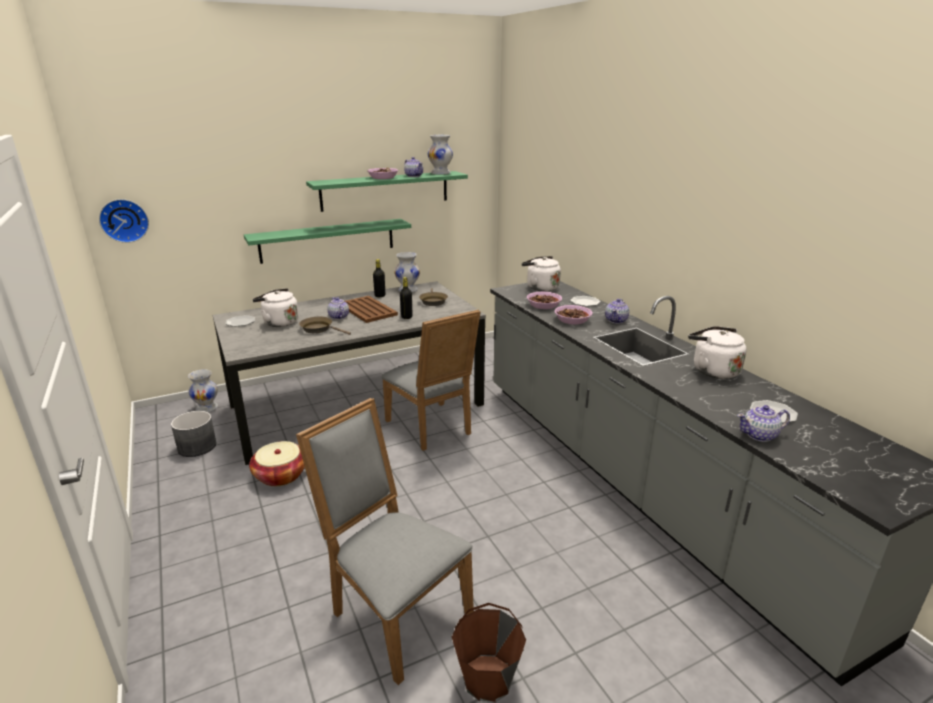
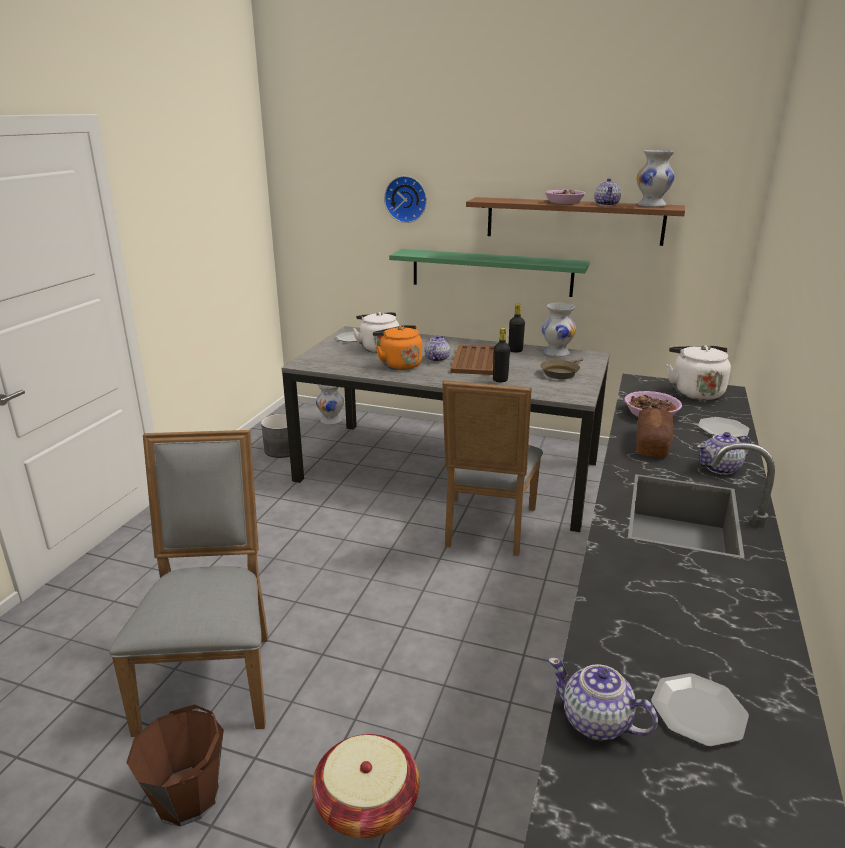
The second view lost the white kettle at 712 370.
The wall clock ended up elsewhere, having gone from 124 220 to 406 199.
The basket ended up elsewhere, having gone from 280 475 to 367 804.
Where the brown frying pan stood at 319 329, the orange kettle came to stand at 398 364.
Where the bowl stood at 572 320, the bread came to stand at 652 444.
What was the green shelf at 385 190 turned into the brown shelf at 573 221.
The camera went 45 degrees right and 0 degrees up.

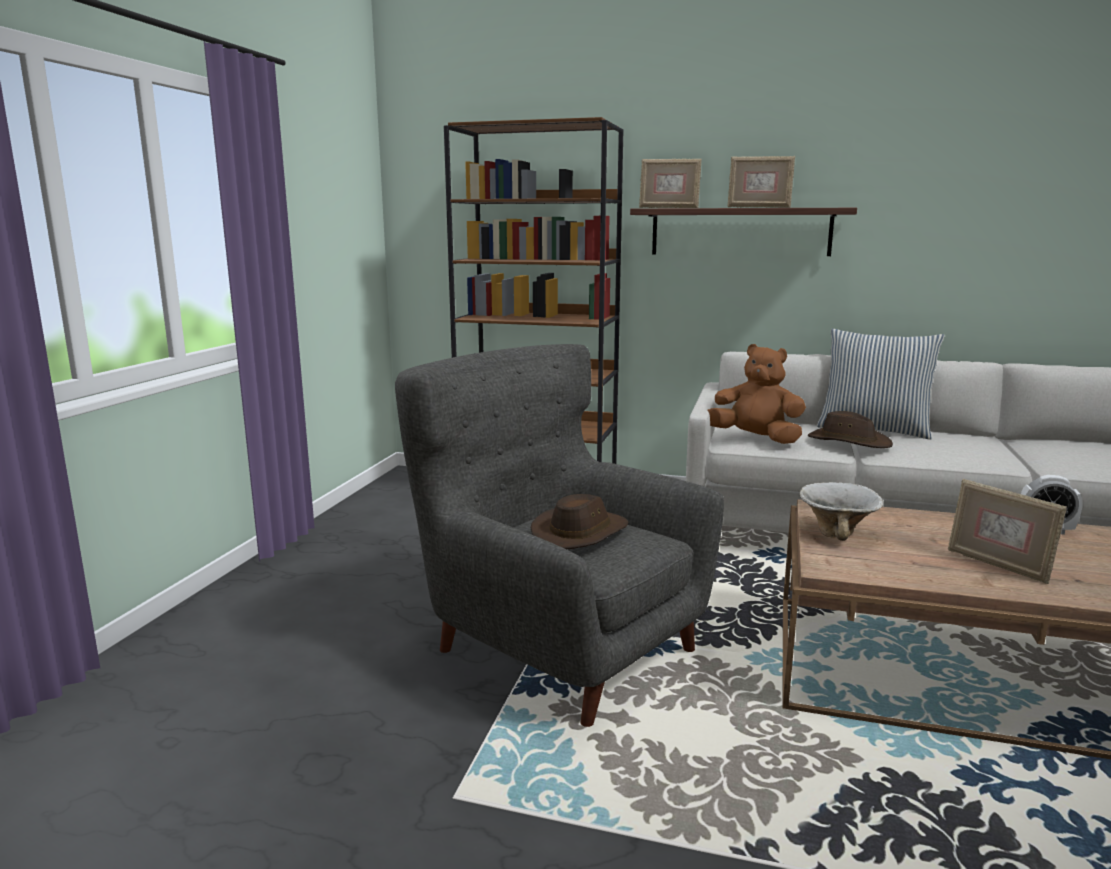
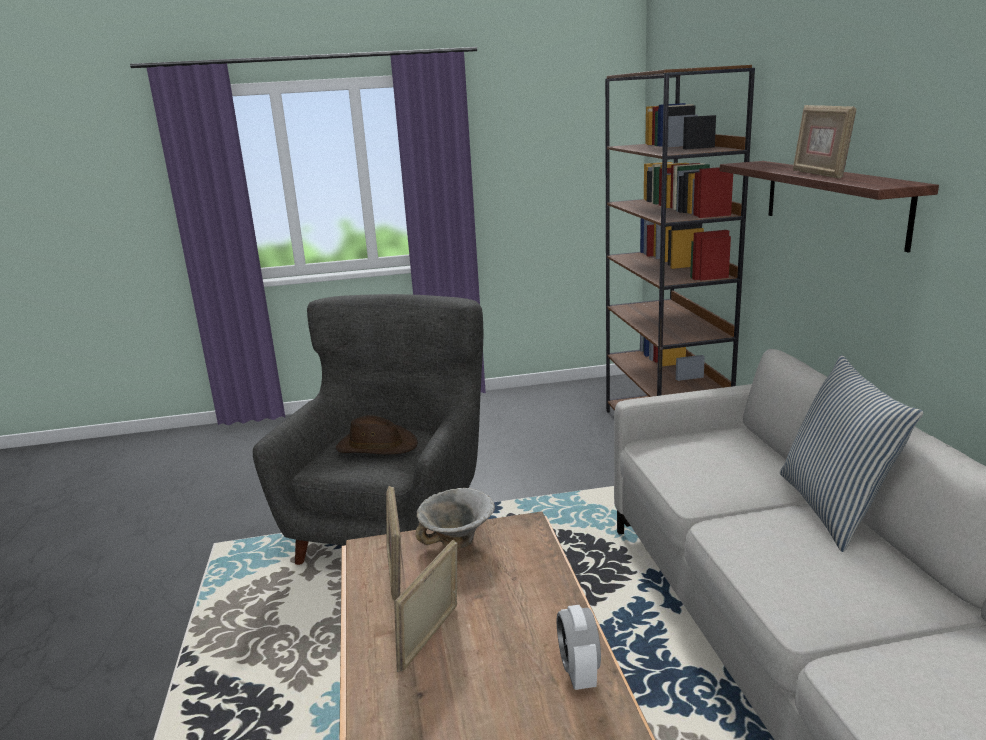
The second view lost the brown plush toy at 755 439.
The second view lost the brown hat at 848 441.
The picture frame ended up elsewhere, having gone from 668 208 to 397 573.
The camera went 65 degrees right and 5 degrees up.

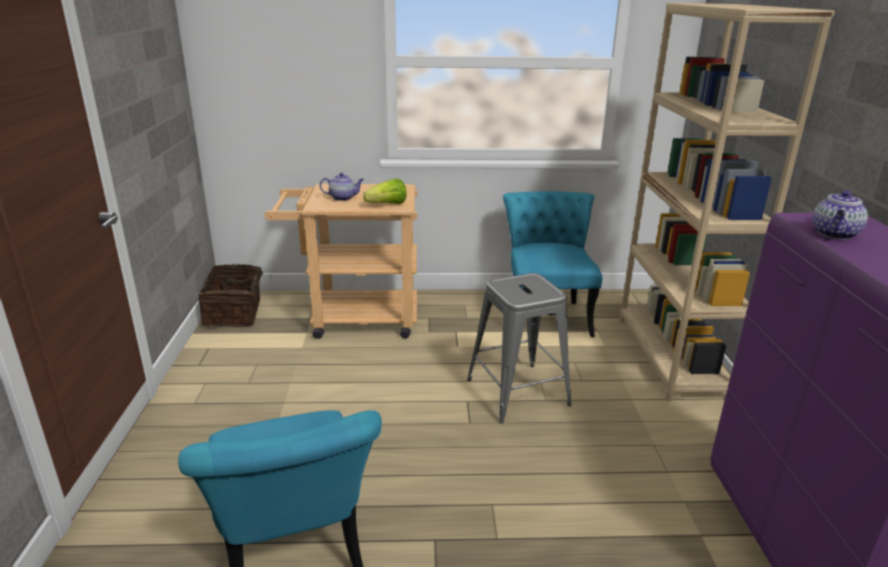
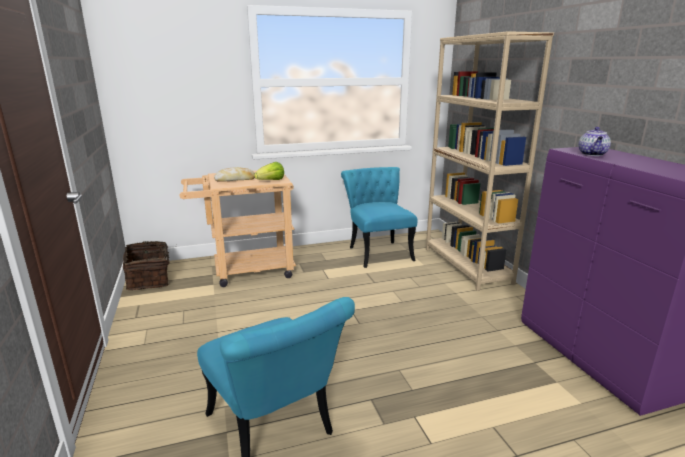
The second view lost the grey stool at 518 392.
Where the teapot stood at 343 198, the bread came to stand at 235 179.
The camera went 15 degrees left and 5 degrees down.

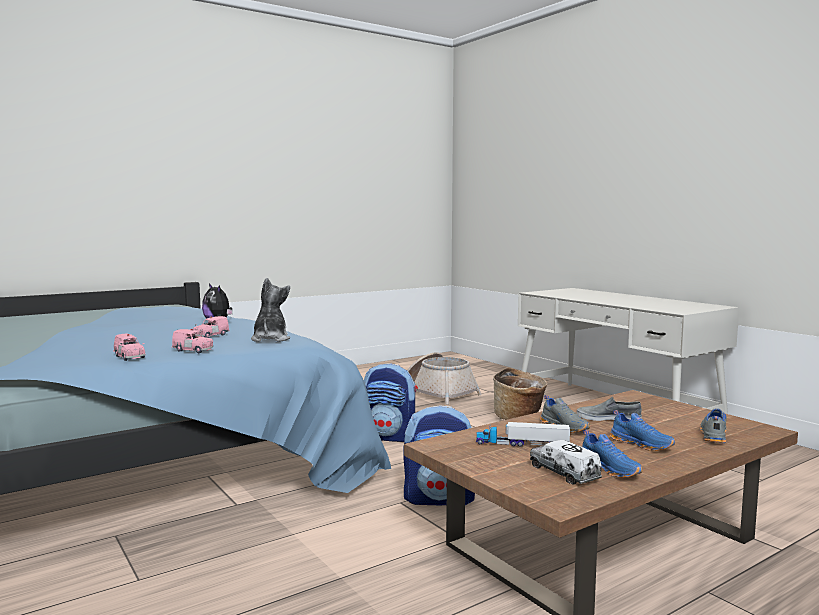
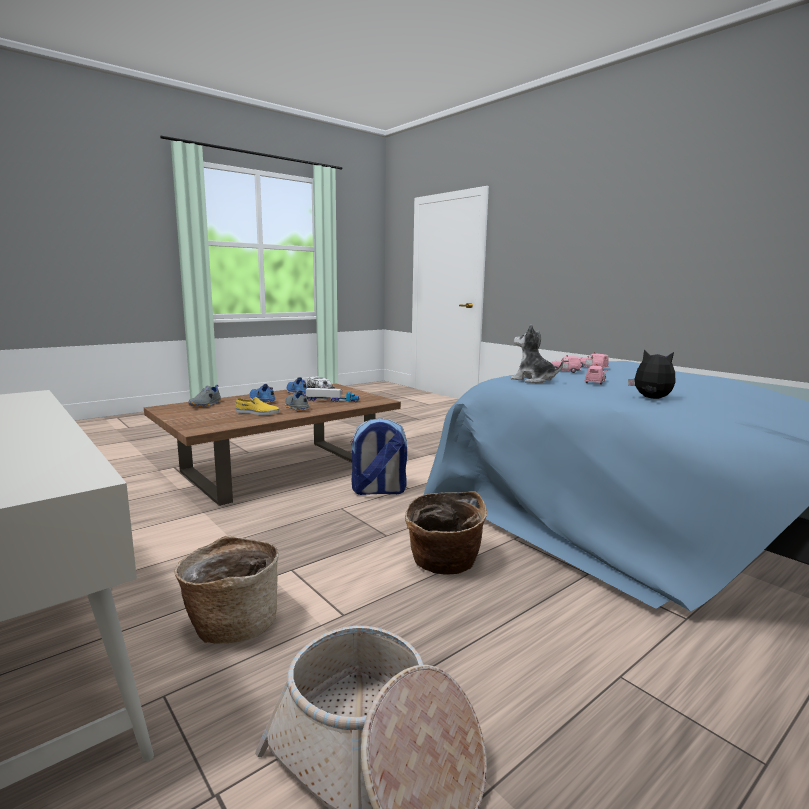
Where the backpack stood at 390 437, the basket came to stand at 443 565.
What was the grey shoe at 608 418 turned into the yellow shoe at 257 413.
The plush toy at 270 339 ended up facing another way, 135 degrees clockwise from before.
The camera went 175 degrees right and 5 degrees up.

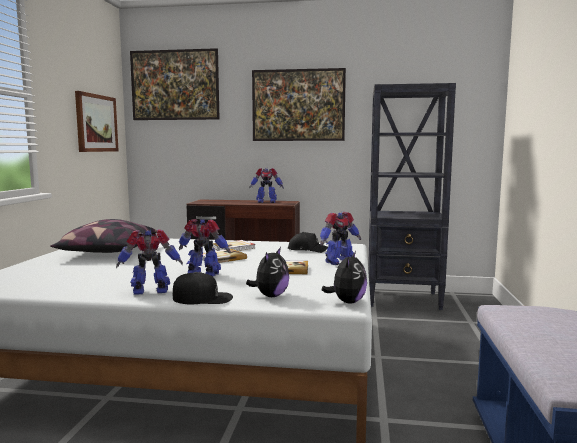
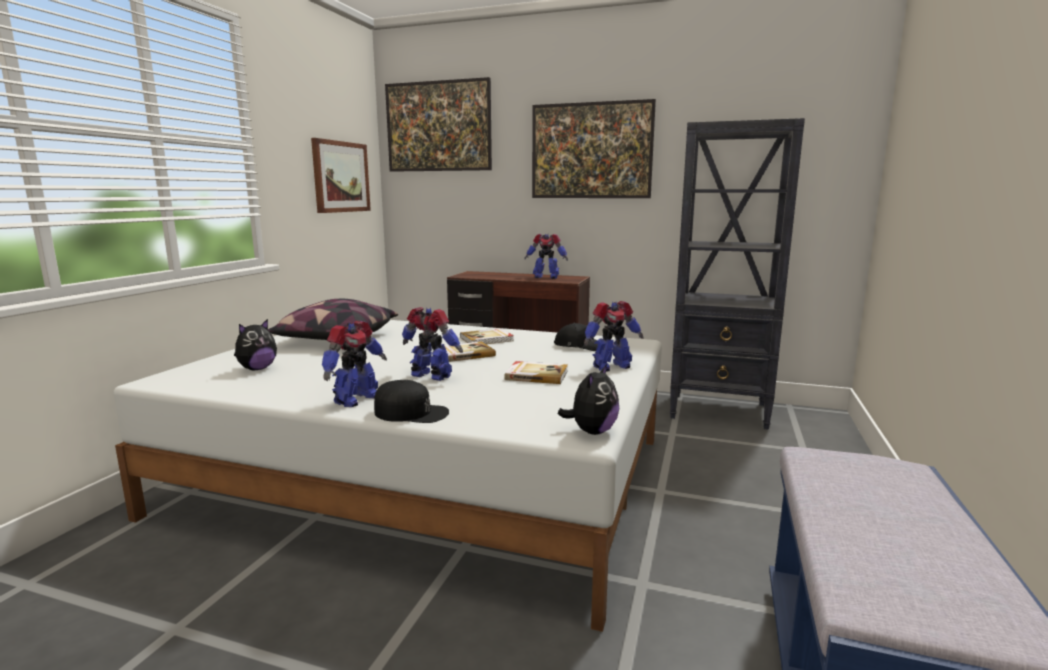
The plush toy ended up elsewhere, having gone from 270 296 to 257 369.
The toy robot at 151 292 ended up facing another way, 120 degrees clockwise from before.
The camera went 10 degrees right and 5 degrees up.

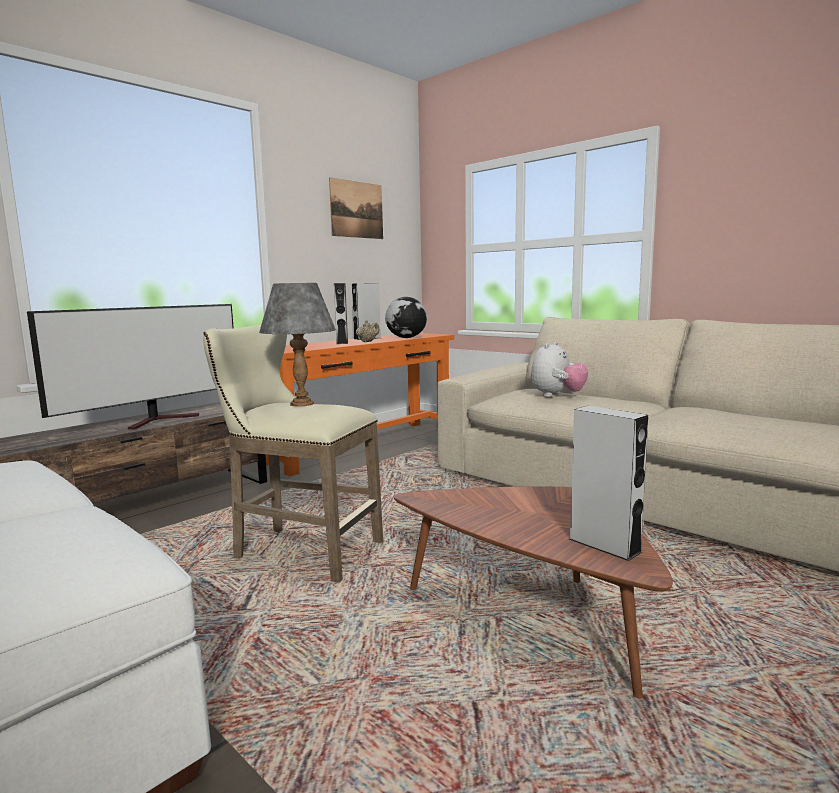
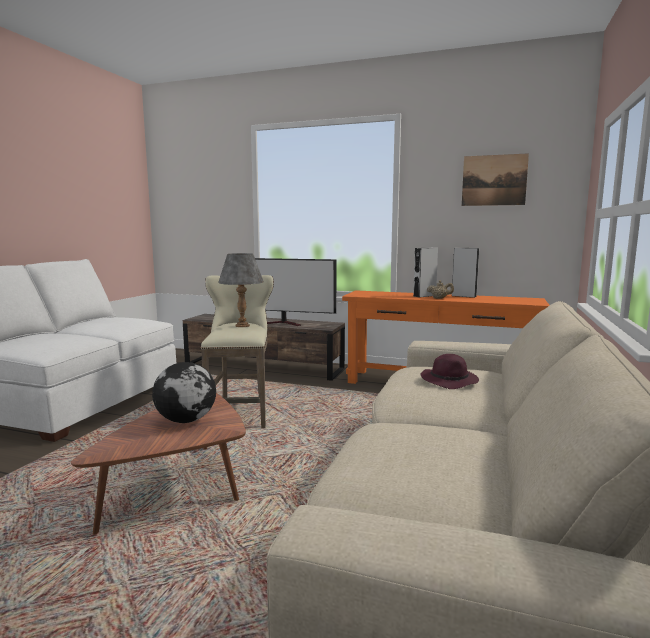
The second view lost the grey speaker at 604 545.
The globe ended up elsewhere, having gone from 406 338 to 187 420.
Where the plush toy stood at 557 396, the purple hat came to stand at 450 381.
The camera went 65 degrees right and 0 degrees up.

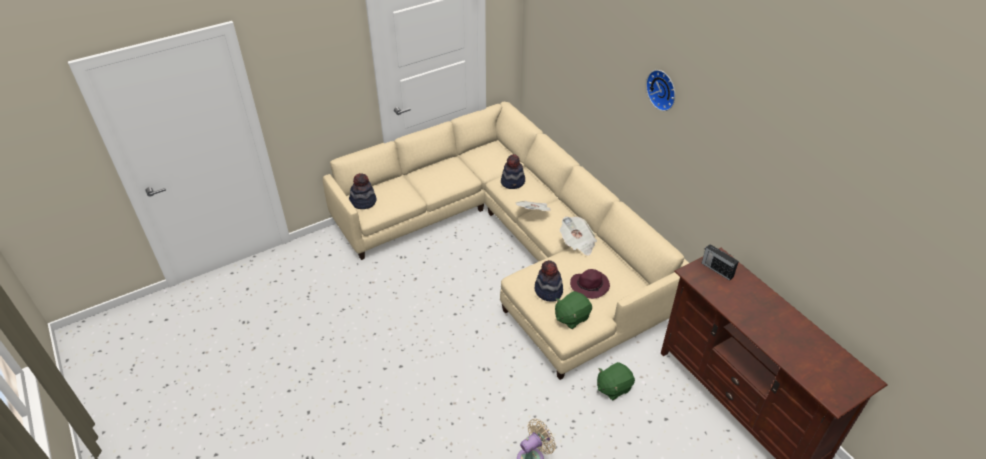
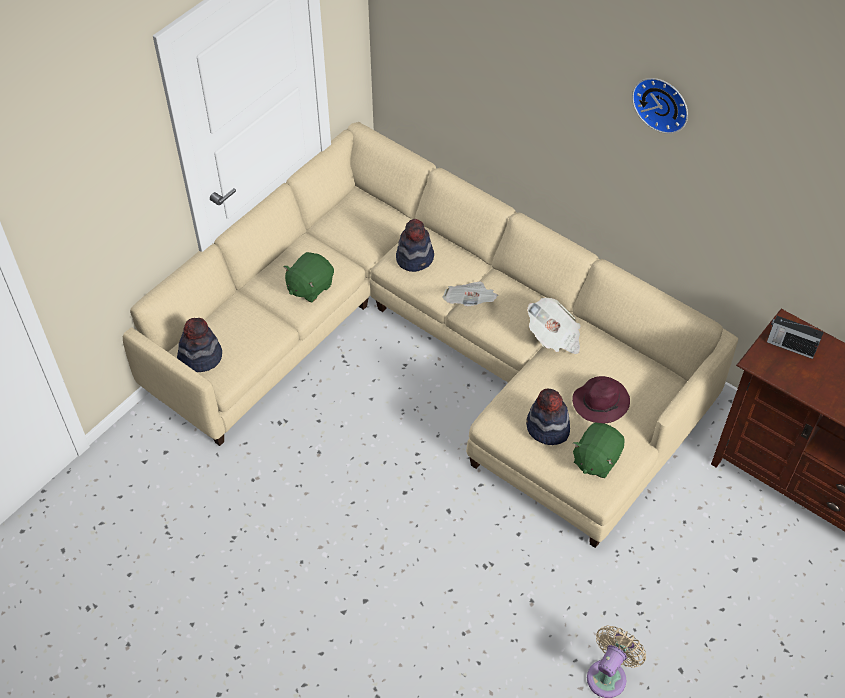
The green plush toy ended up elsewhere, having gone from 613 387 to 309 287.
The camera went 20 degrees left and 10 degrees up.

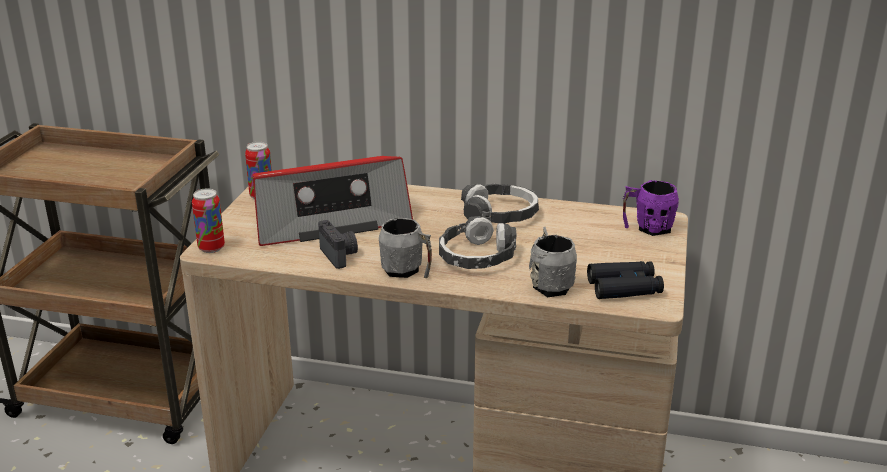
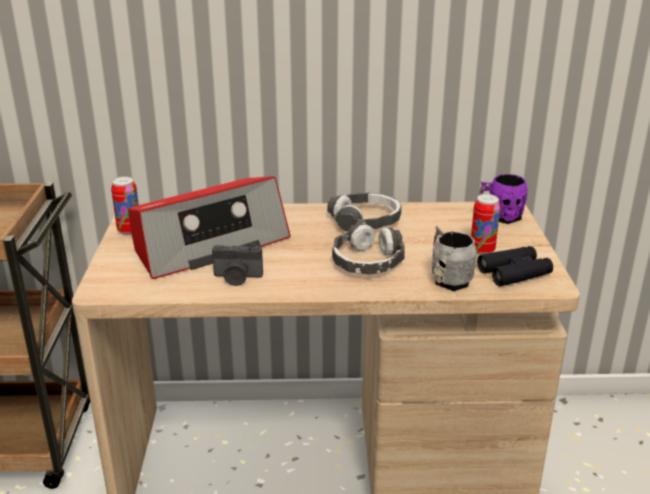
The second view lost the grey mug at 407 271.
The can ended up elsewhere, having gone from 211 248 to 482 250.
The photo camera at 340 255 ended up facing another way, 135 degrees clockwise from before.
The camera went 15 degrees left and 0 degrees up.

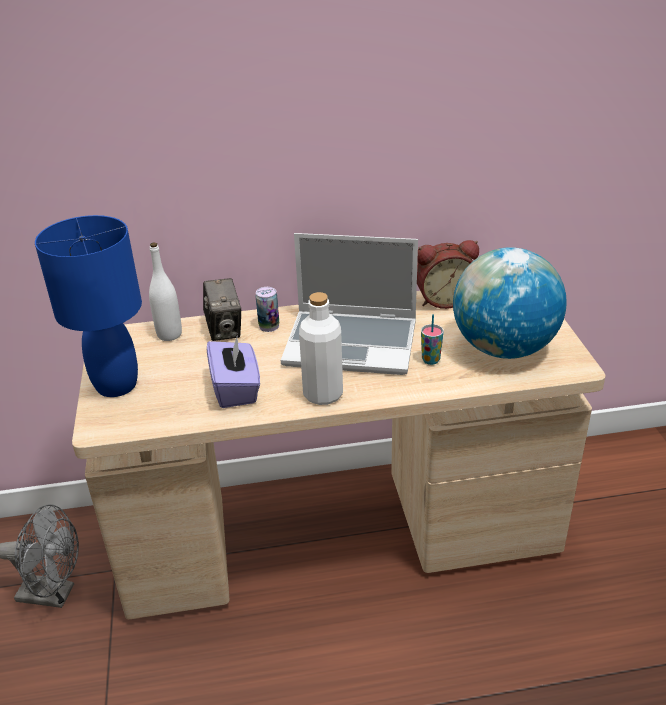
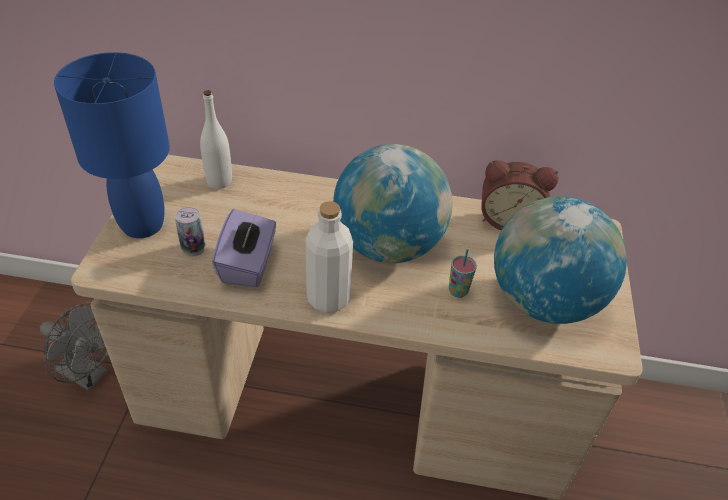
The second view lost the photo camera at 224 330.
The can ended up elsewhere, having gone from 269 326 to 193 248.
Where the laptop stood at 353 343, the globe came to stand at 388 245.
The camera went 15 degrees right and 10 degrees up.

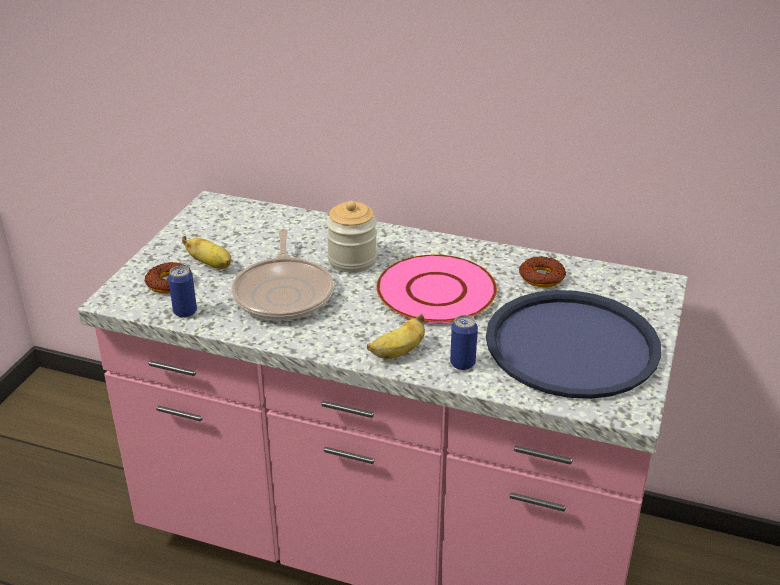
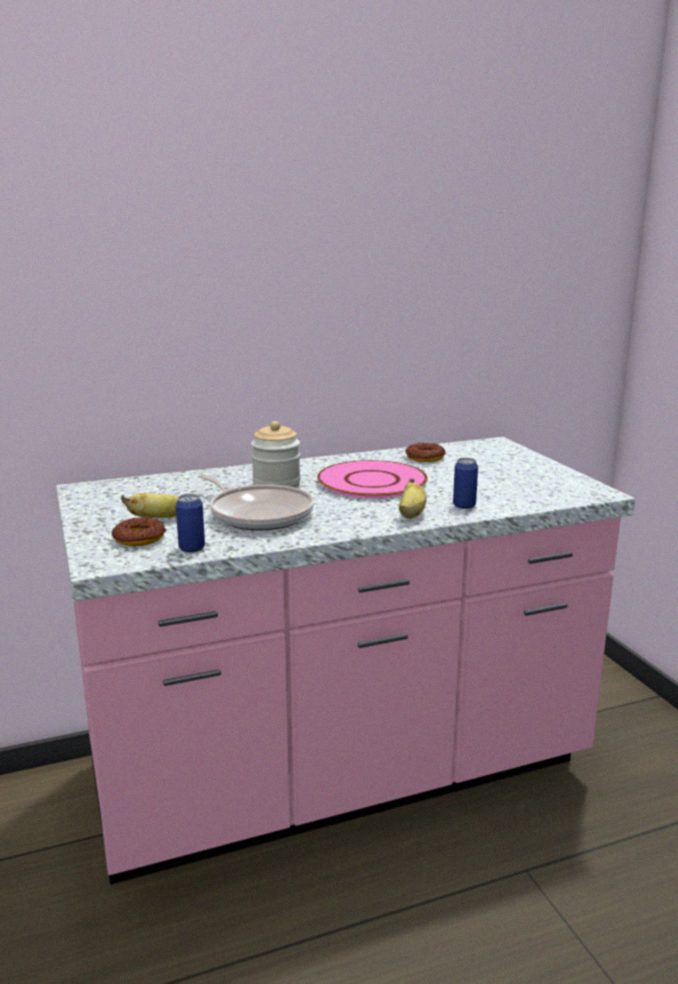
The second view lost the blue tray at 571 345.
The camera went 40 degrees left and 15 degrees down.

